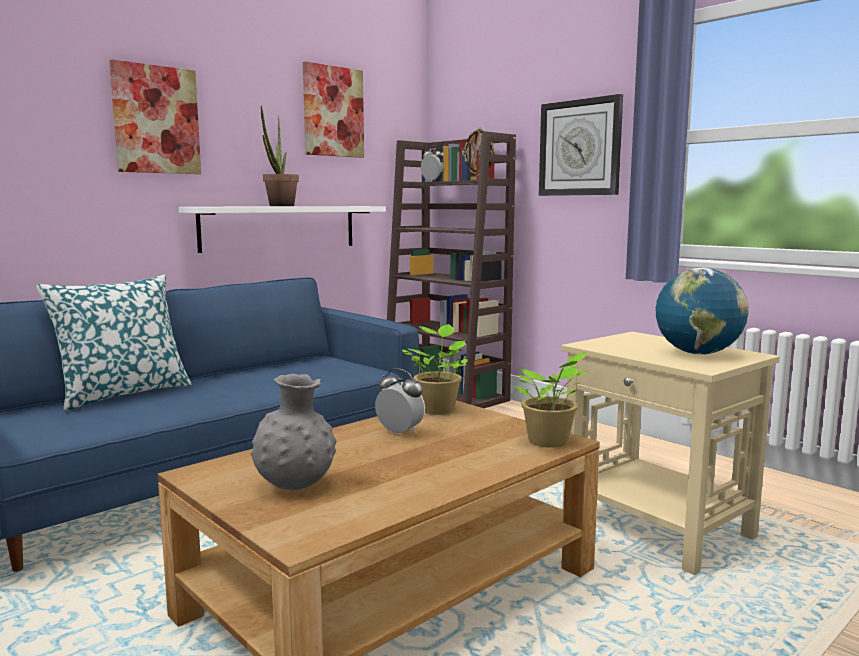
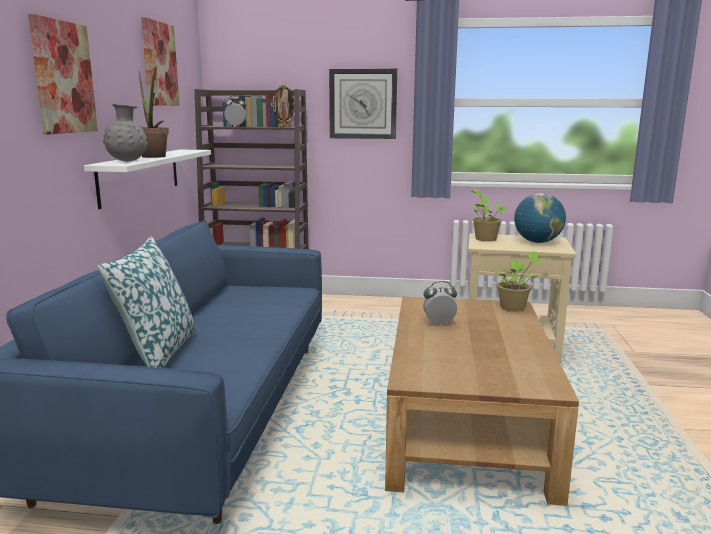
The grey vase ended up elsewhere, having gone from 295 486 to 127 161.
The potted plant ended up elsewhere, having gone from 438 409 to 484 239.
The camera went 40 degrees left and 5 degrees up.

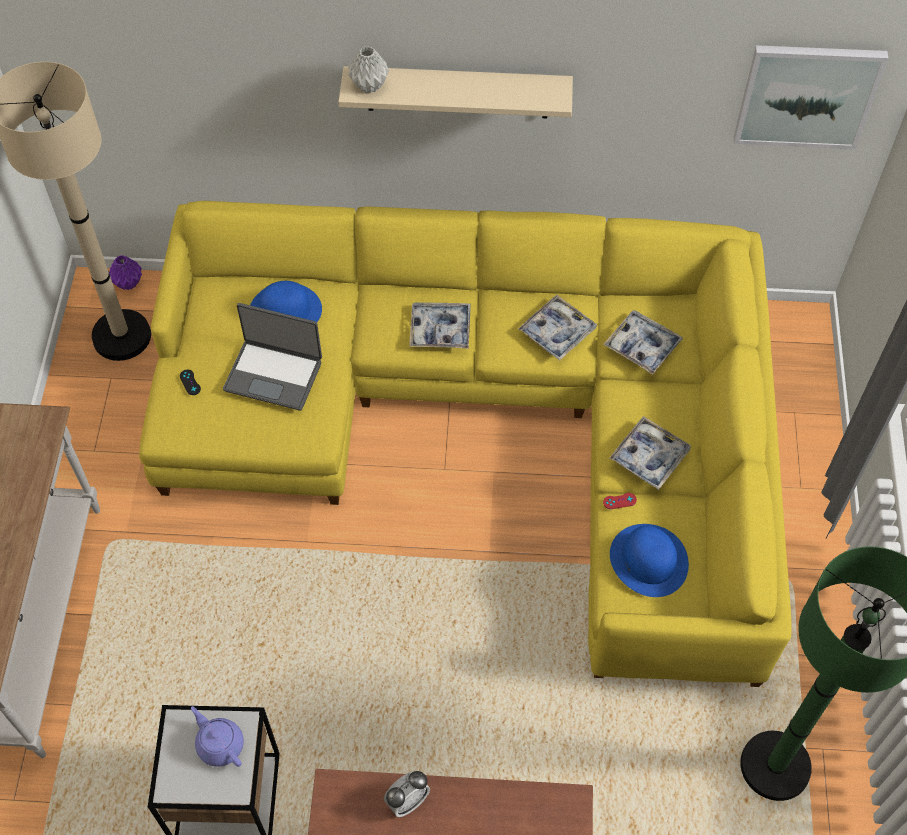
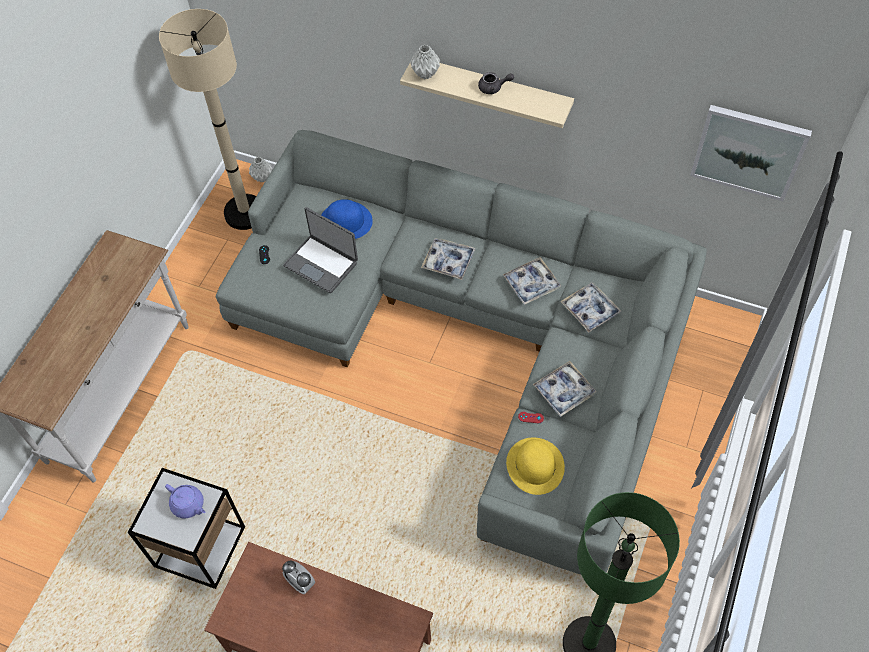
The second view gained the grey teapot at 493 88.
What was the purple vase at 129 283 turned into the grey vase at 263 177.
What was the yellow sofa at 490 420 turned into the grey sofa at 475 336.
What was the blue hat at 649 560 turned into the yellow hat at 535 465.
The purple teapot at 220 744 ended up facing another way, 150 degrees clockwise from before.
The alarm clock at 407 801 ended up facing another way, 60 degrees clockwise from before.
The camera went 20 degrees right and 0 degrees up.

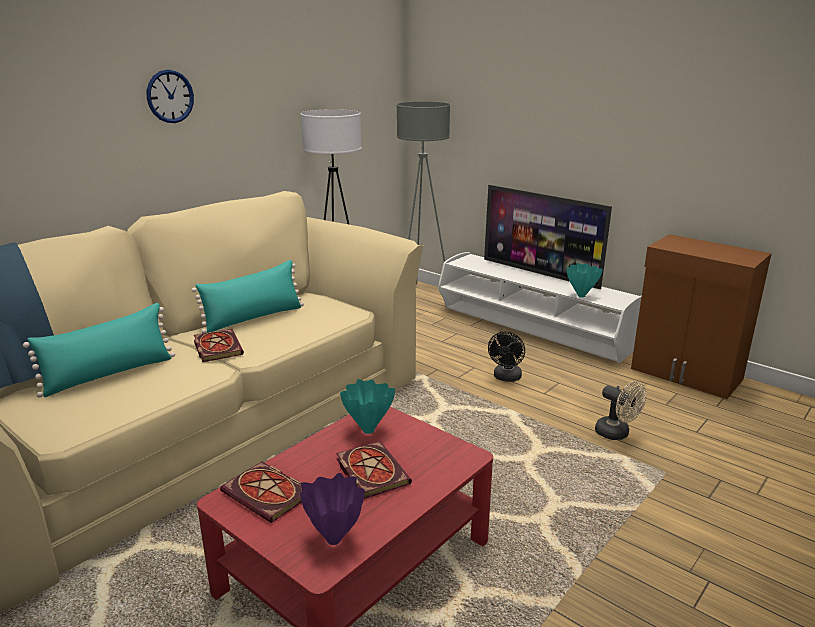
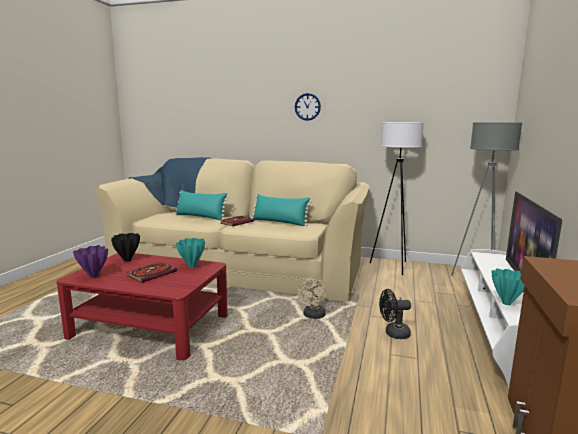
The beige fan ended up elsewhere, having gone from 617 434 to 313 316.
Where the book stood at 269 494, the black vase came to stand at 128 260.
The camera went 65 degrees right and 10 degrees down.

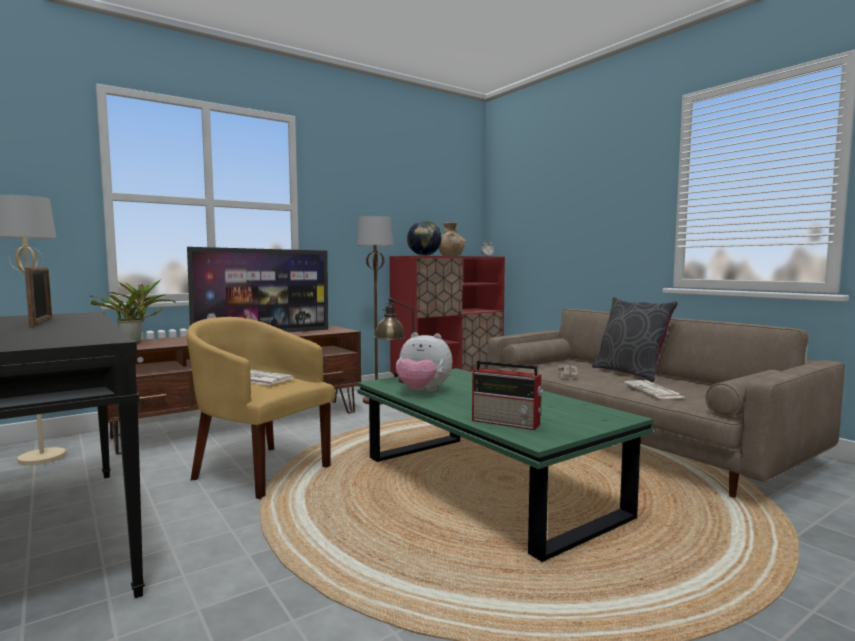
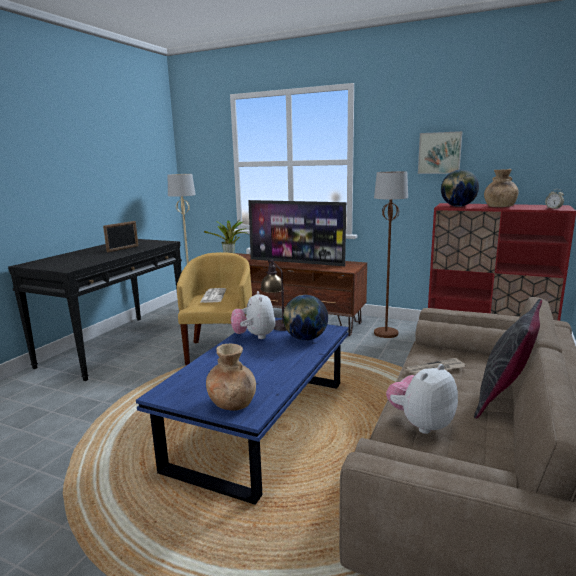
The second view lost the radio at 507 422.
The second view gained the brown vase at 233 403.
The second view gained the globe at 305 339.
The second view gained the picture at 439 153.
Where the newspaper stood at 654 391, the plush toy came to stand at 421 424.
What was the green coffee table at 485 486 turned into the blue coffee table at 262 423.
The camera went 60 degrees right and 10 degrees up.

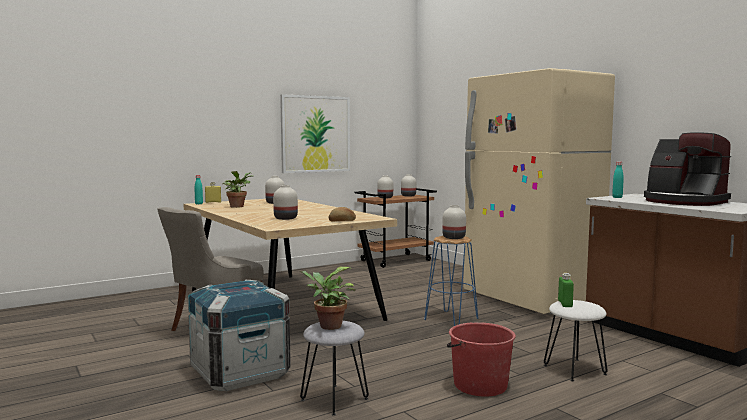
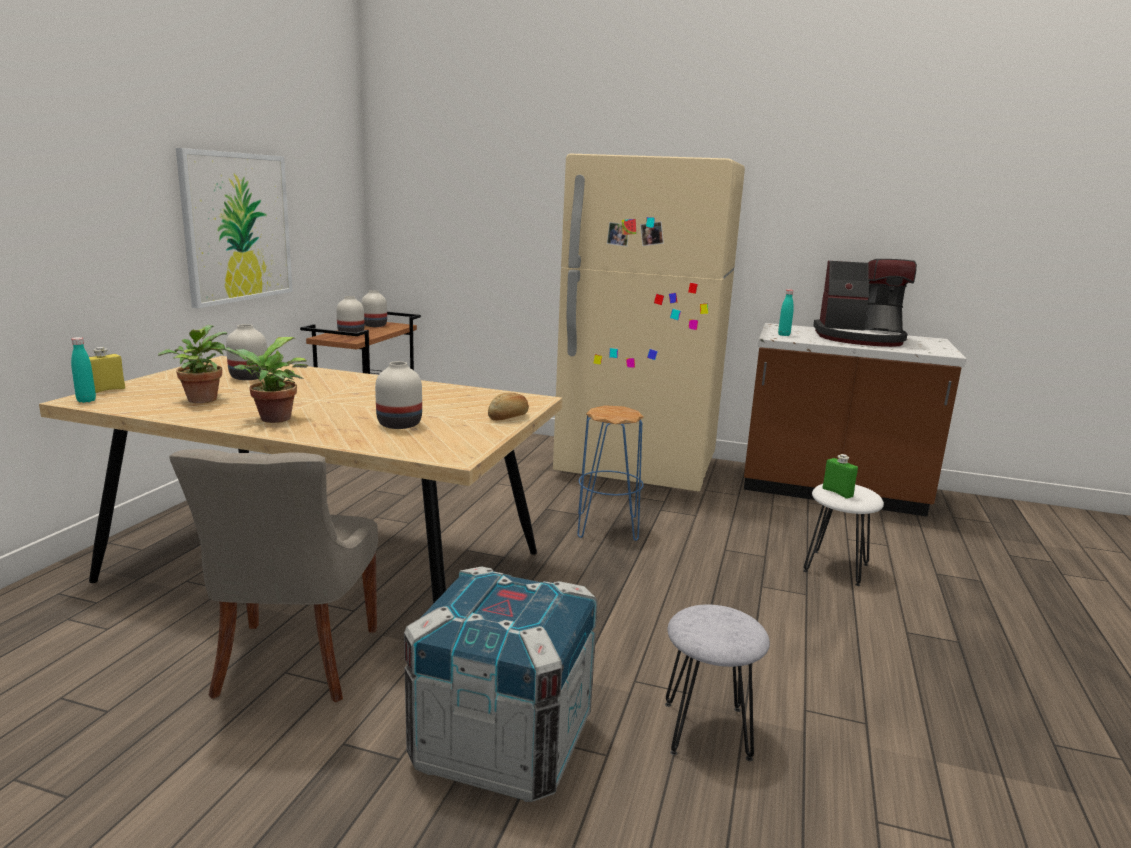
The second view lost the white vase at 453 238.
The second view lost the red bucket at 479 385.
The potted plant ended up elsewhere, having gone from 327 326 to 271 419.
The camera went 40 degrees left and 10 degrees up.

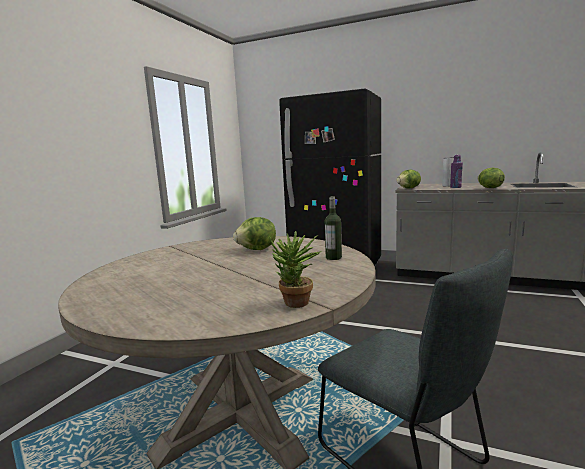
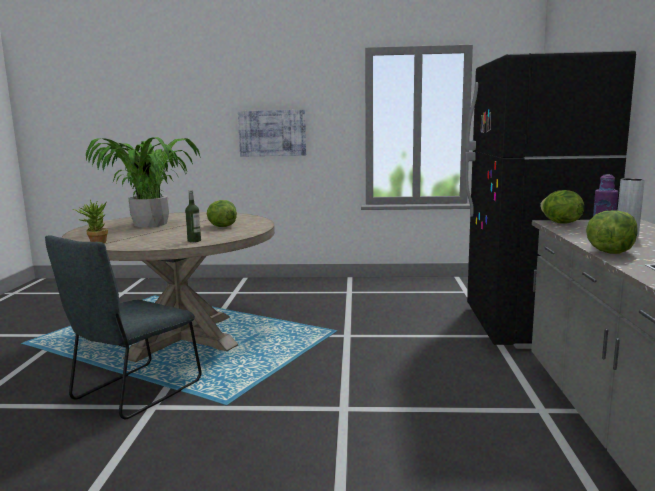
The second view gained the potted plant at 151 224.
The second view gained the picture at 272 133.
The camera went 70 degrees right and 0 degrees up.

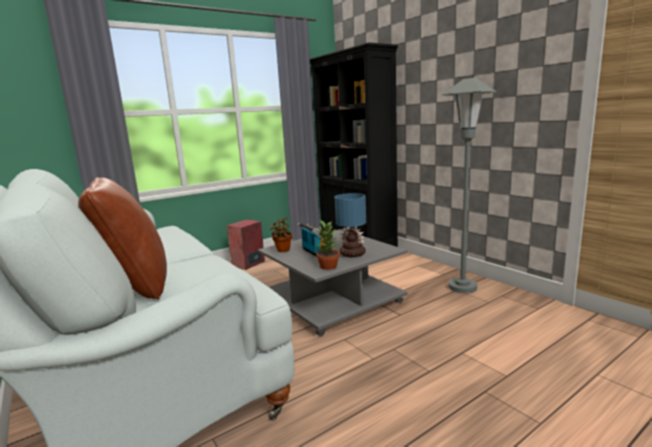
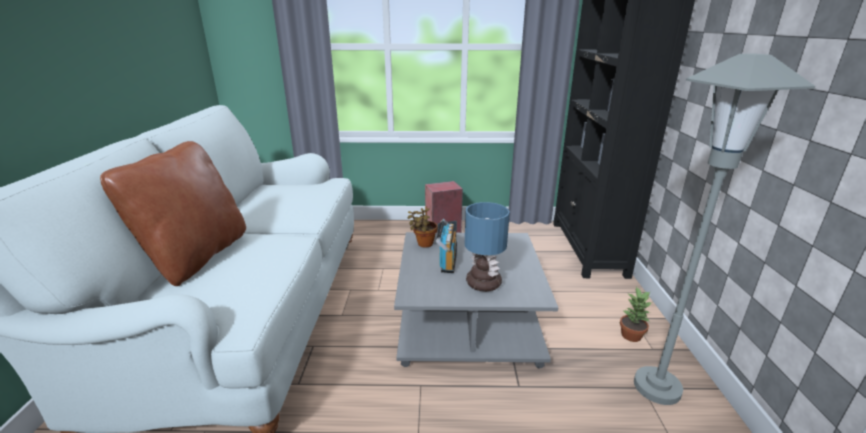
The potted plant ended up elsewhere, having gone from 328 266 to 631 335.
The camera went 35 degrees right and 10 degrees up.

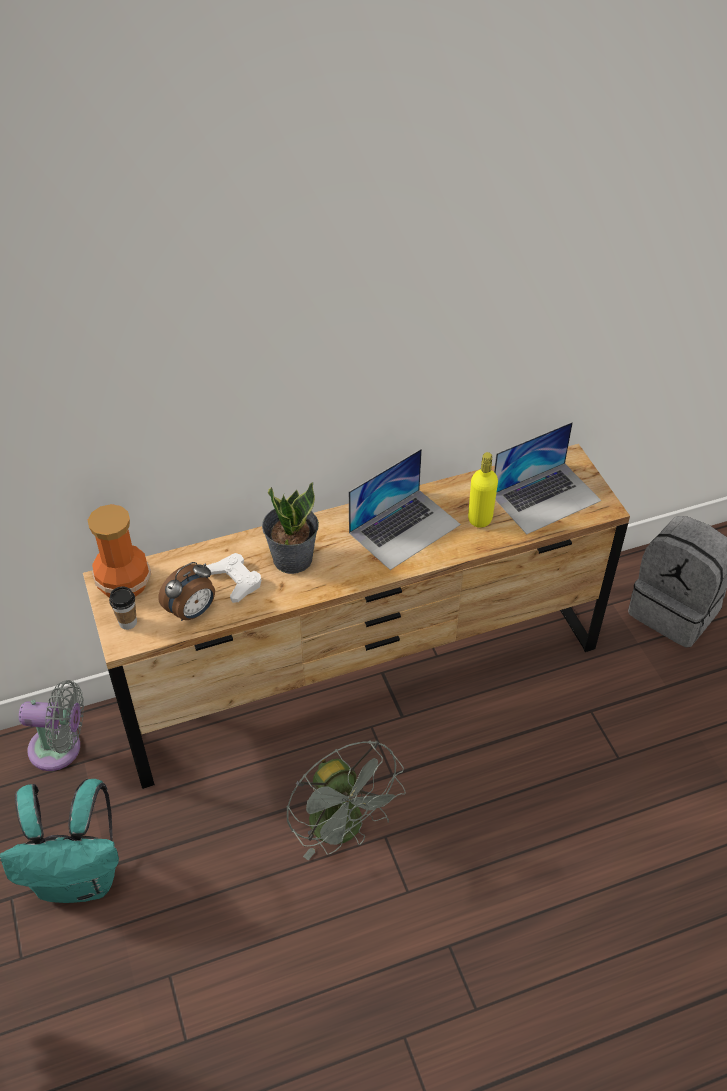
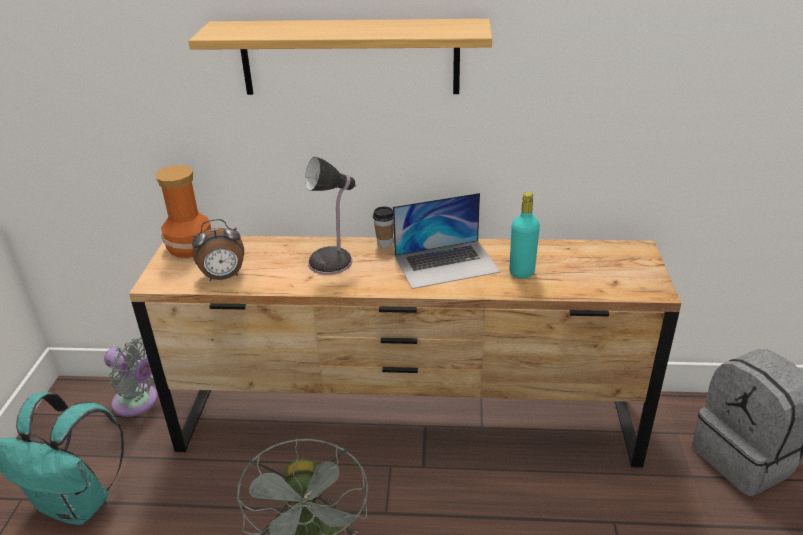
The second view lost the white game controller at 235 580.
The second view lost the laptop at 546 497.
The second view gained the shelf at 350 57.
The cup ended up elsewhere, having gone from 128 622 to 385 244.
Where the potted plant stood at 292 558, the table lamp came to stand at 333 261.
What was the yellow bottle at 480 519 turned into the turquoise bottle at 521 272.
The camera went 25 degrees right and 15 degrees down.

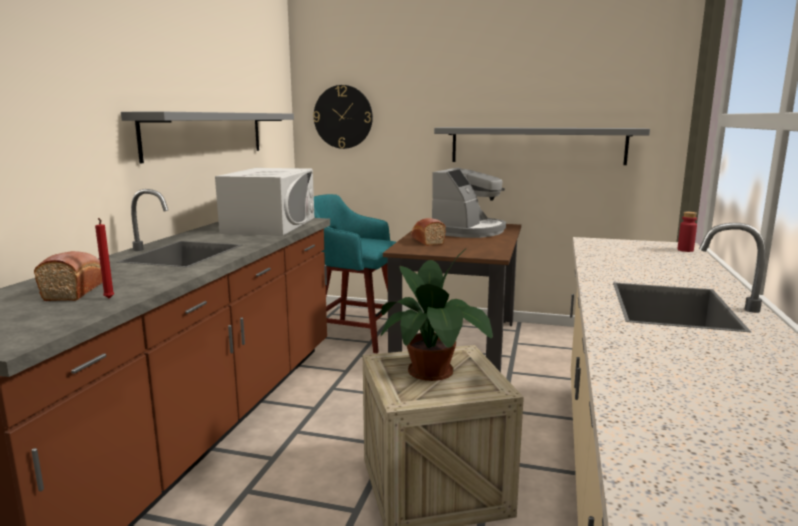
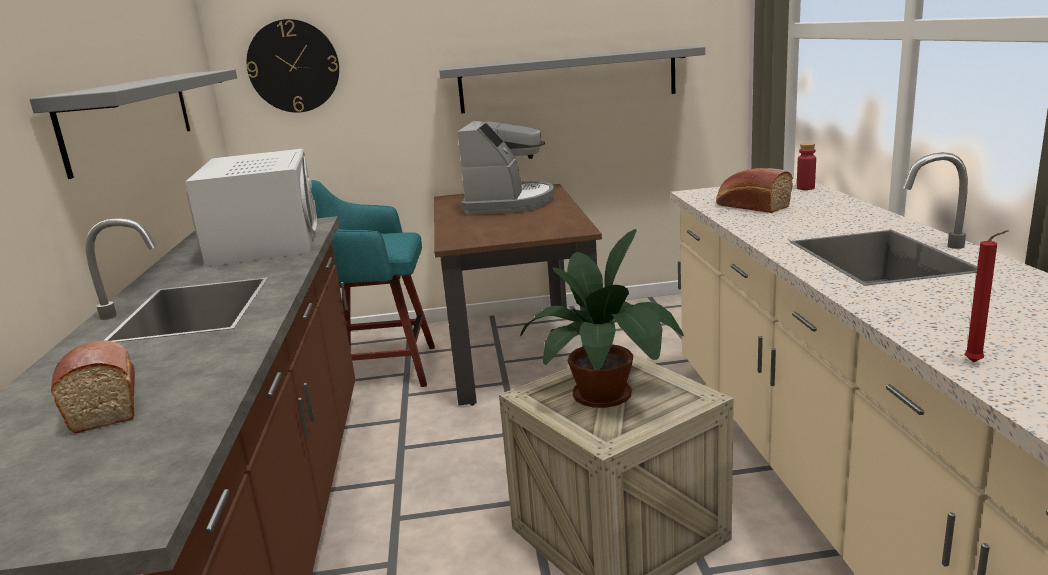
The red candle ended up elsewhere, having gone from 109 299 to 976 363.
The bread ended up elsewhere, having gone from 426 241 to 750 206.
The camera went 20 degrees left and 5 degrees up.

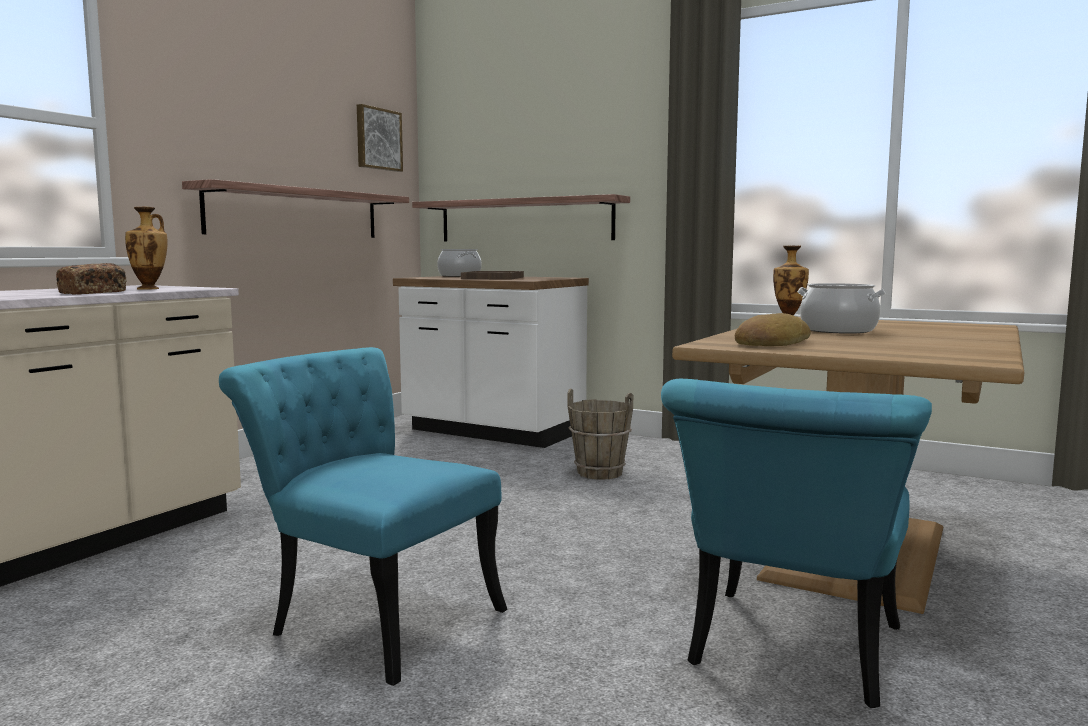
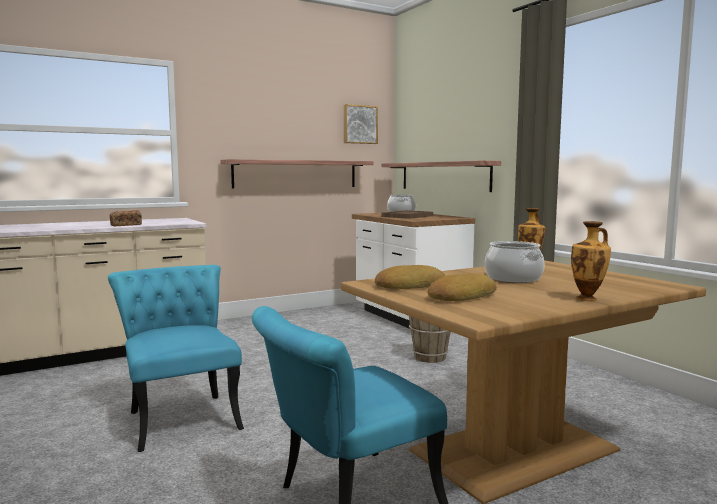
The second view gained the bread at 460 296.
The vase ended up elsewhere, having gone from 150 289 to 588 299.
The camera went 30 degrees right and 0 degrees up.

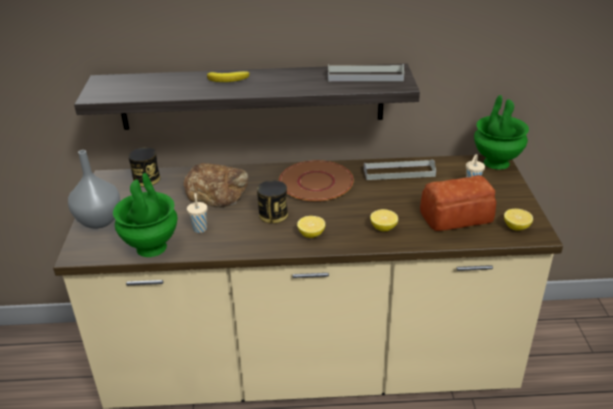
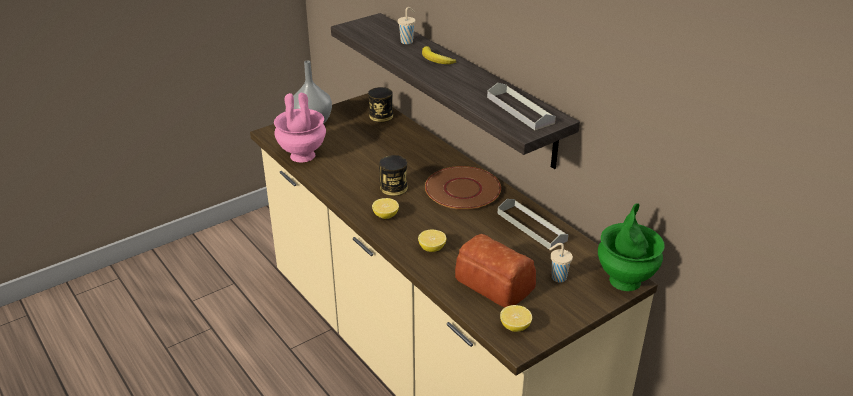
The second view lost the bread at 217 190.
The beige cup ended up elsewhere, having gone from 200 228 to 407 41.
What was the green vase at 151 248 turned into the pink vase at 302 156.
The camera went 55 degrees right and 0 degrees up.

